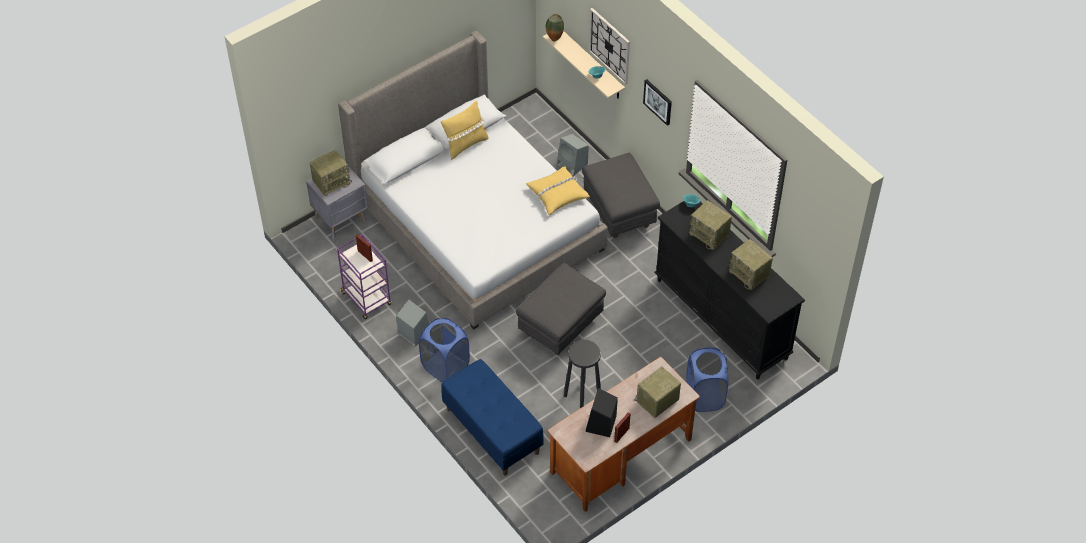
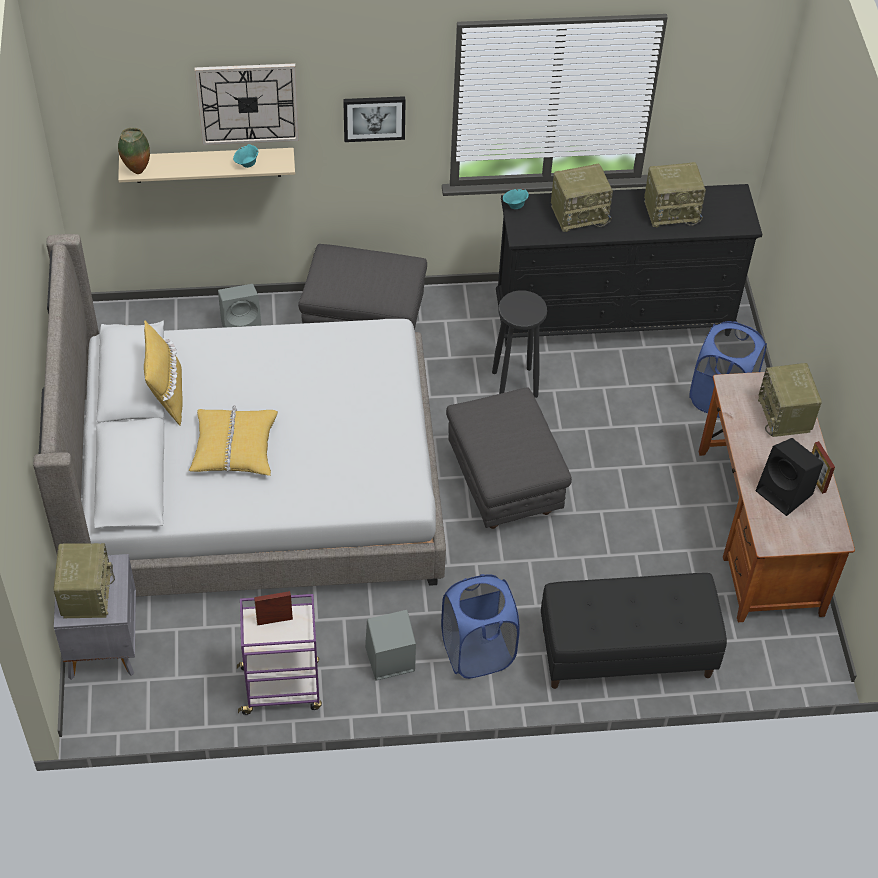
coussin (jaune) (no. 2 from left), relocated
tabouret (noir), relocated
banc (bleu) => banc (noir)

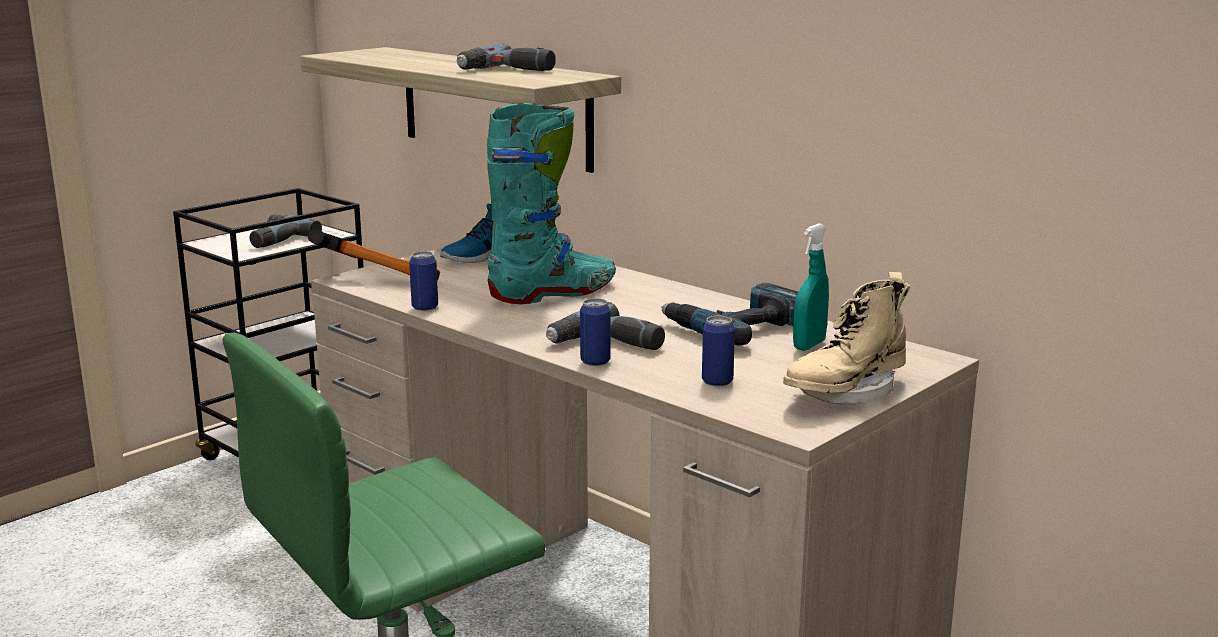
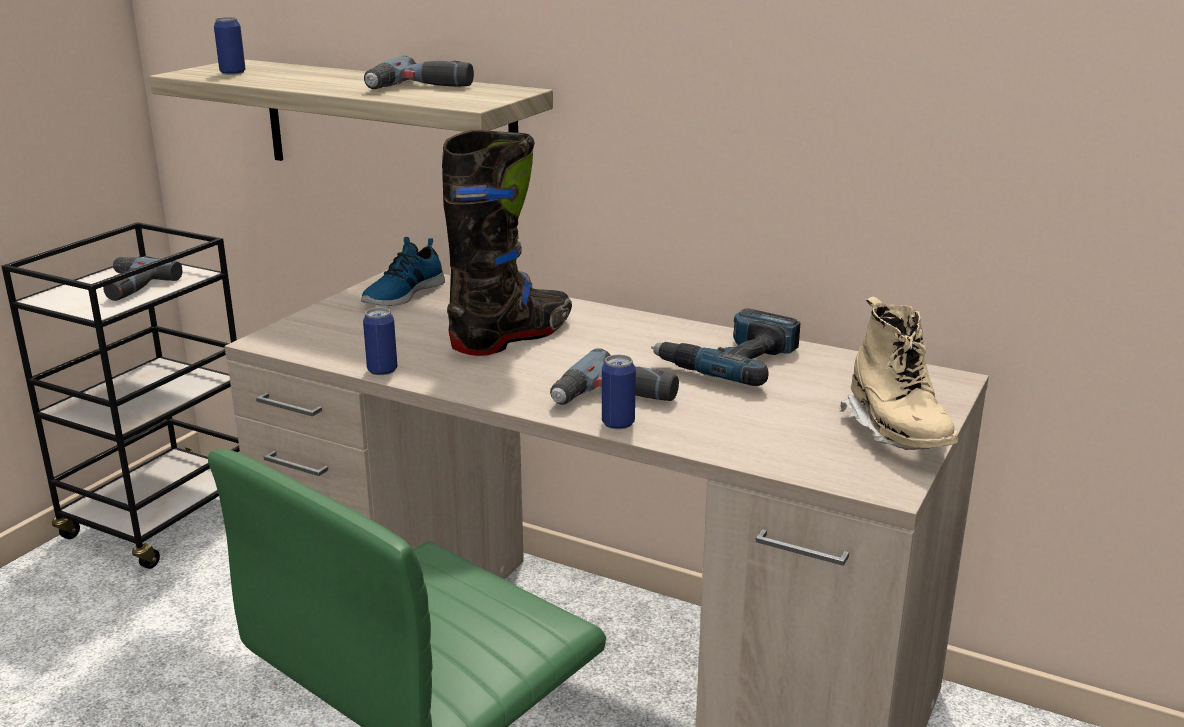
boîte métallique (no. 3 from left in the first image) => boîte métallique (no. 1 from left), relocated
botte (turquoise) => botte (noir)
botte (beige), 45 degrees counterclockwise
marteau => nothing
vaporisateur (turquoise) => nothing

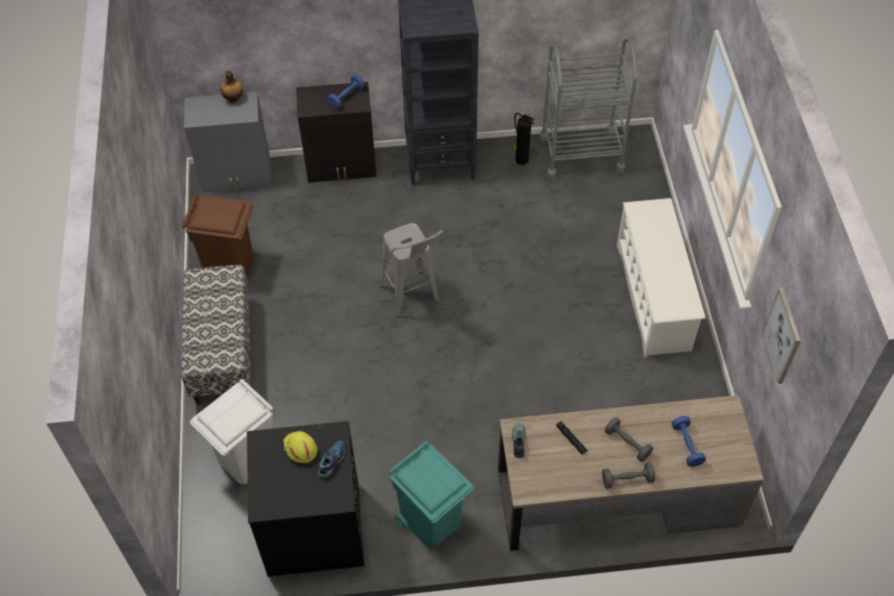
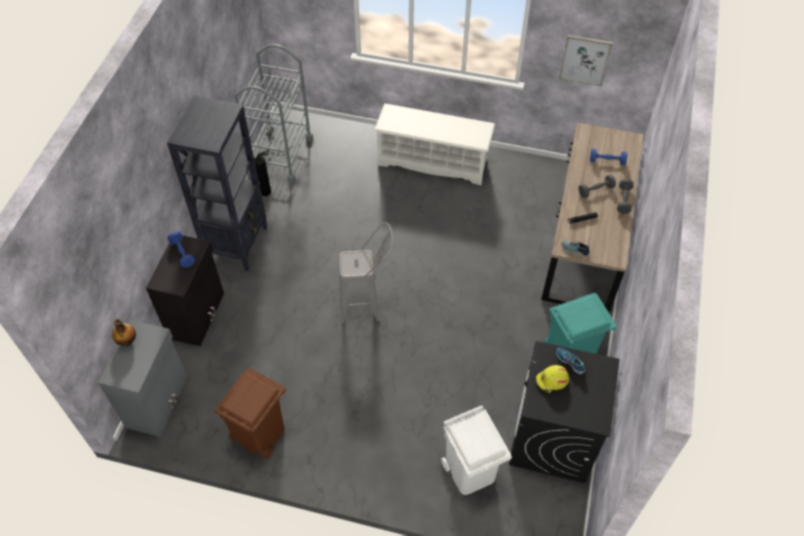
banc => nothing

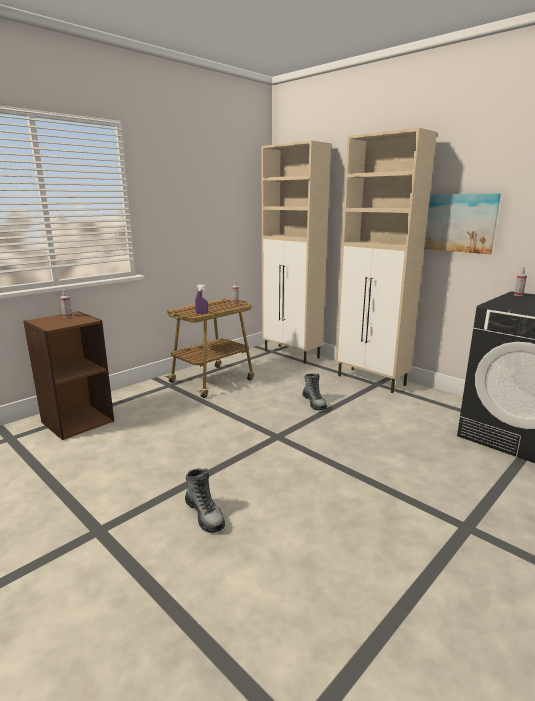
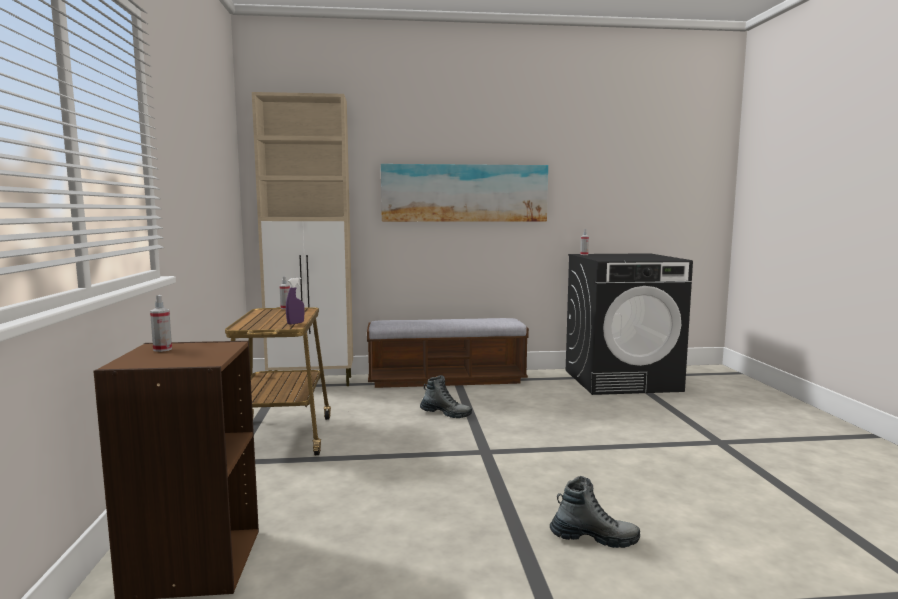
meuble de rangement (beige) (no. 2 from left) => banc

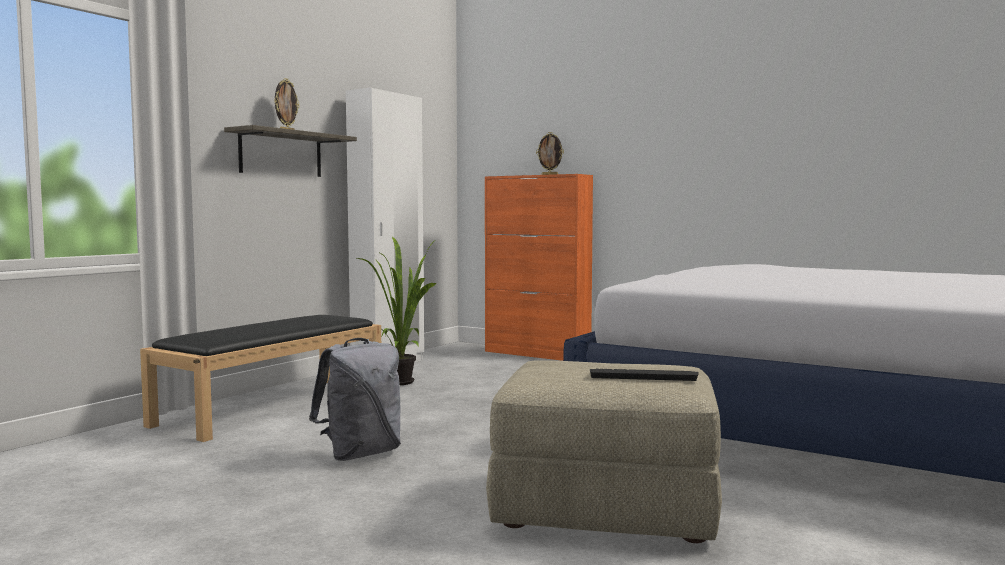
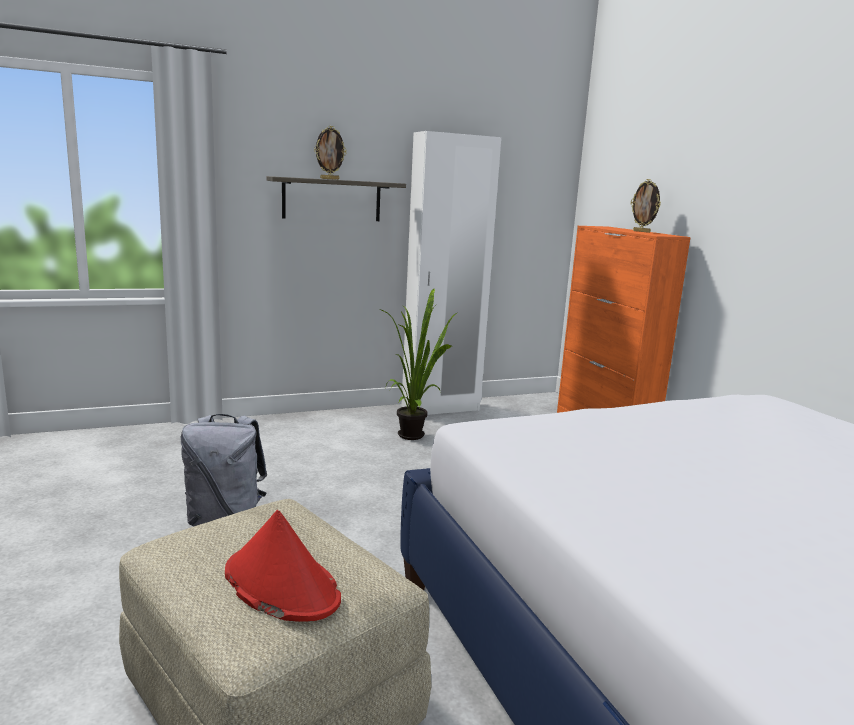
clavier => chapeau (rouge)
banc (noir) => nothing

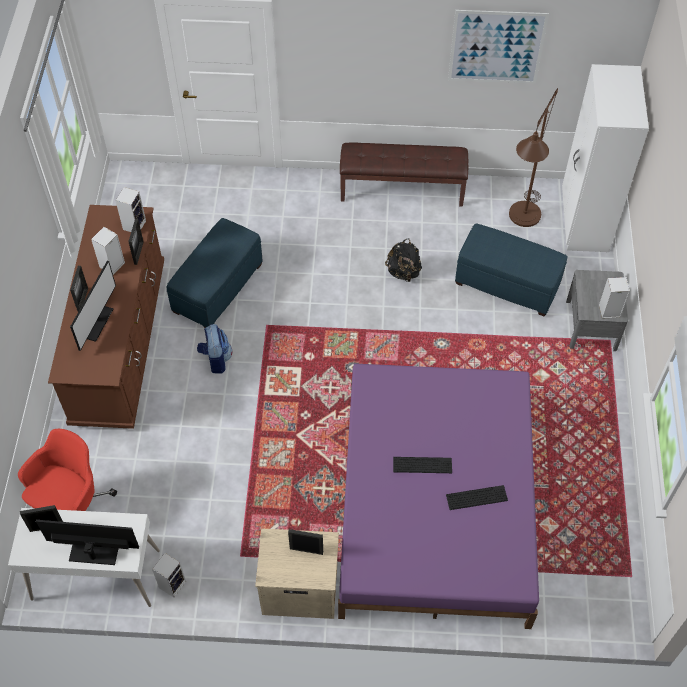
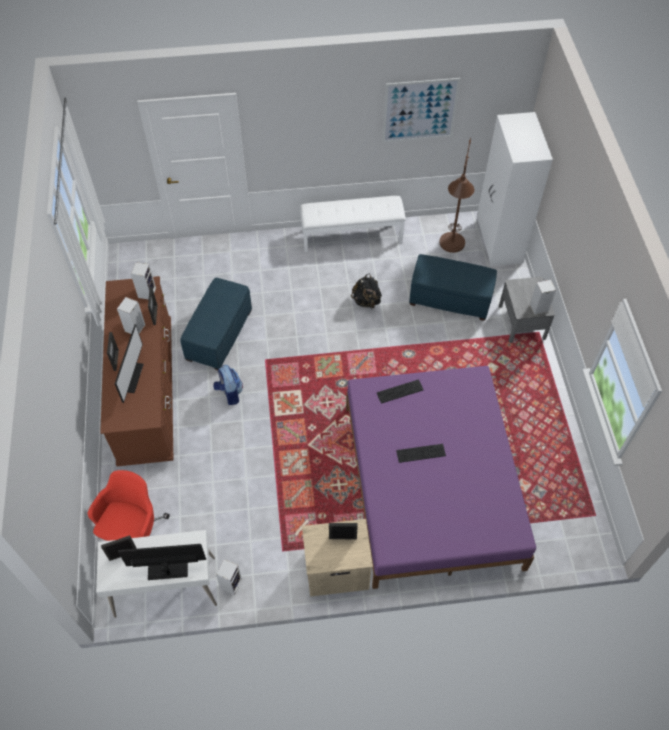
banc (marron) => banc (blanc)
clavier (no. 2 from left in the first image) => clavier (no. 1 from left), relocated

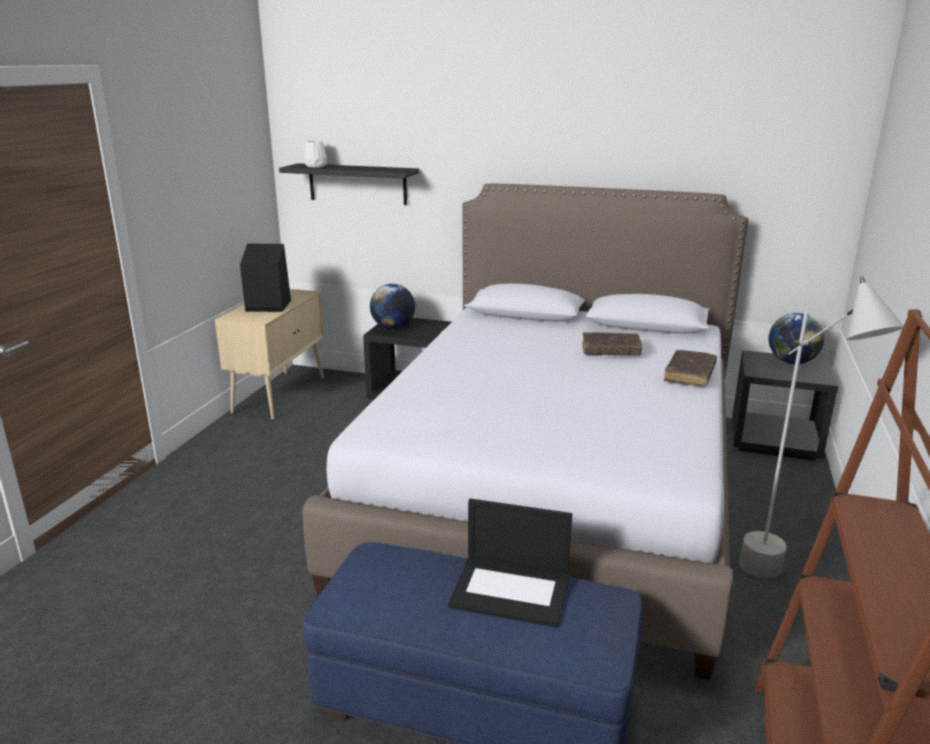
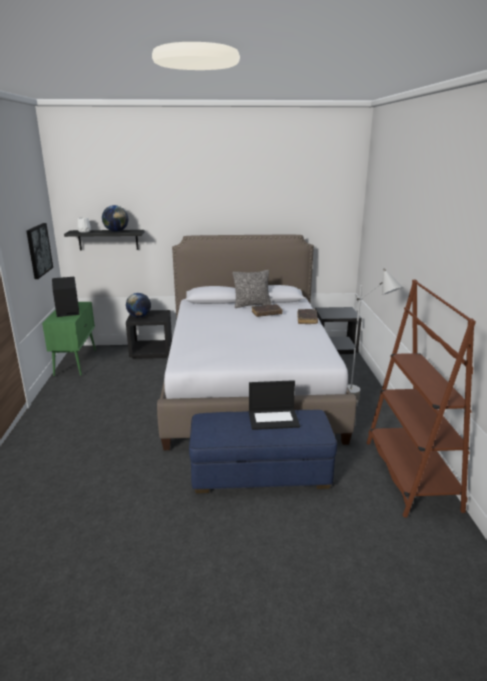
nothing => tableau
meuble de rangement (beige) => meuble de rangement (vert)
globe (no. 2 from left in the first image) => globe (no. 1 from left), relocated
nothing => coussin

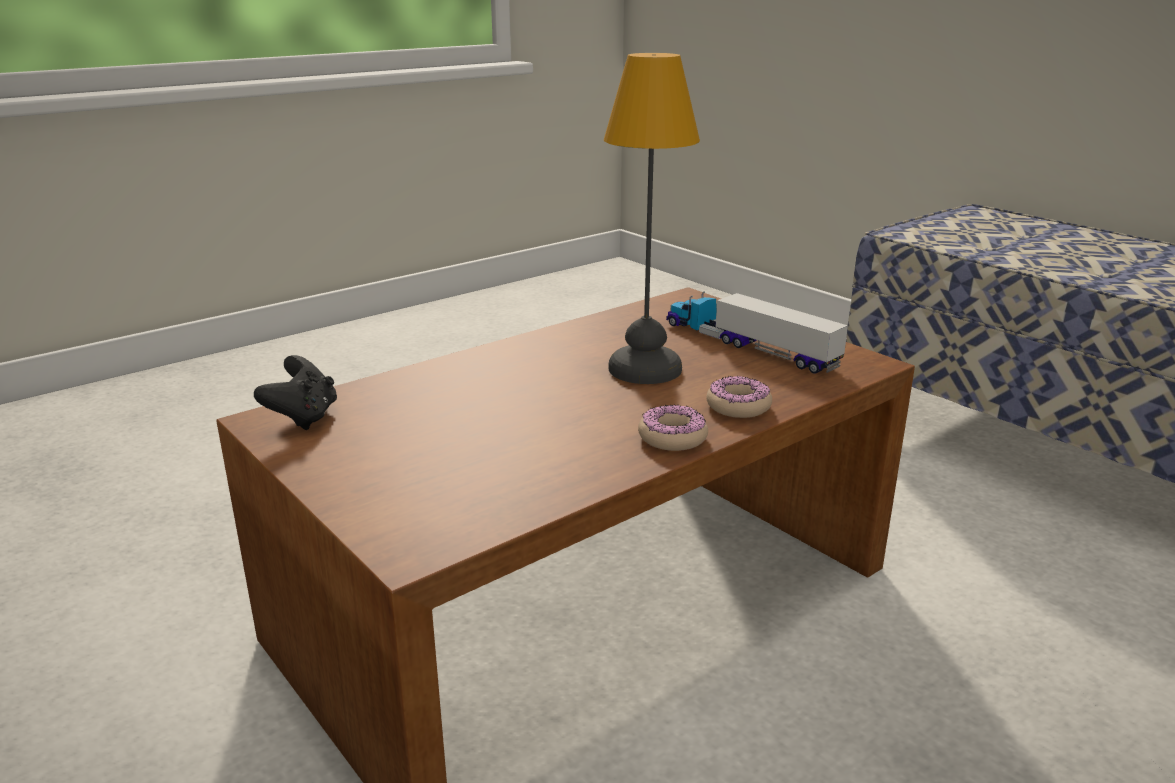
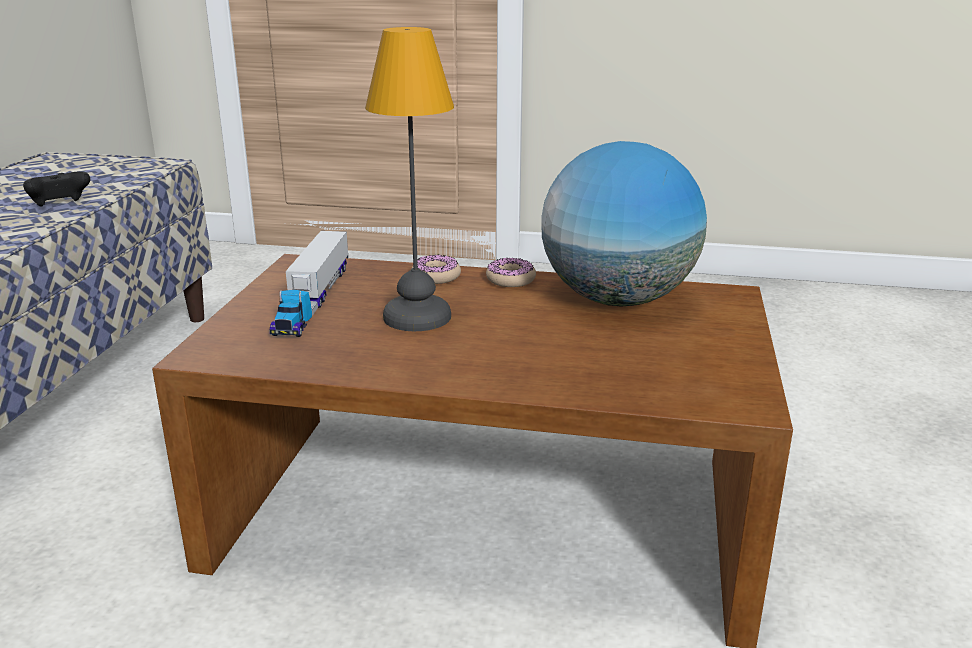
manette (noir), relocated
nothing => globe

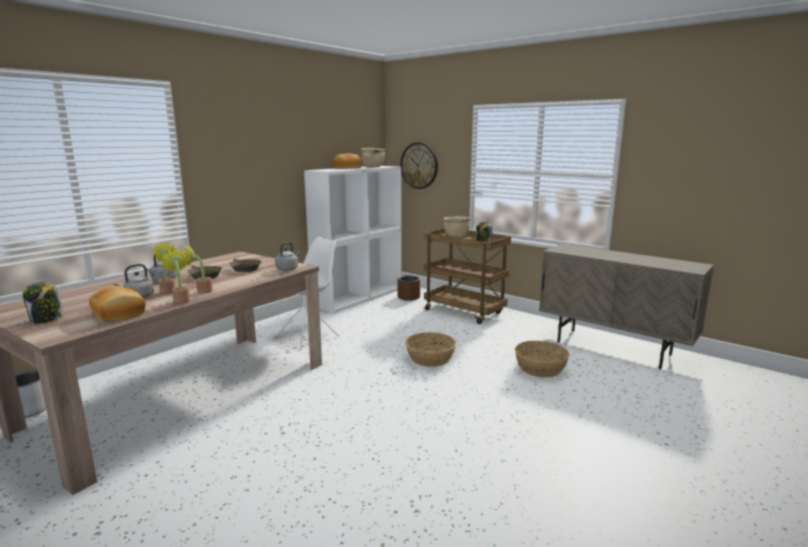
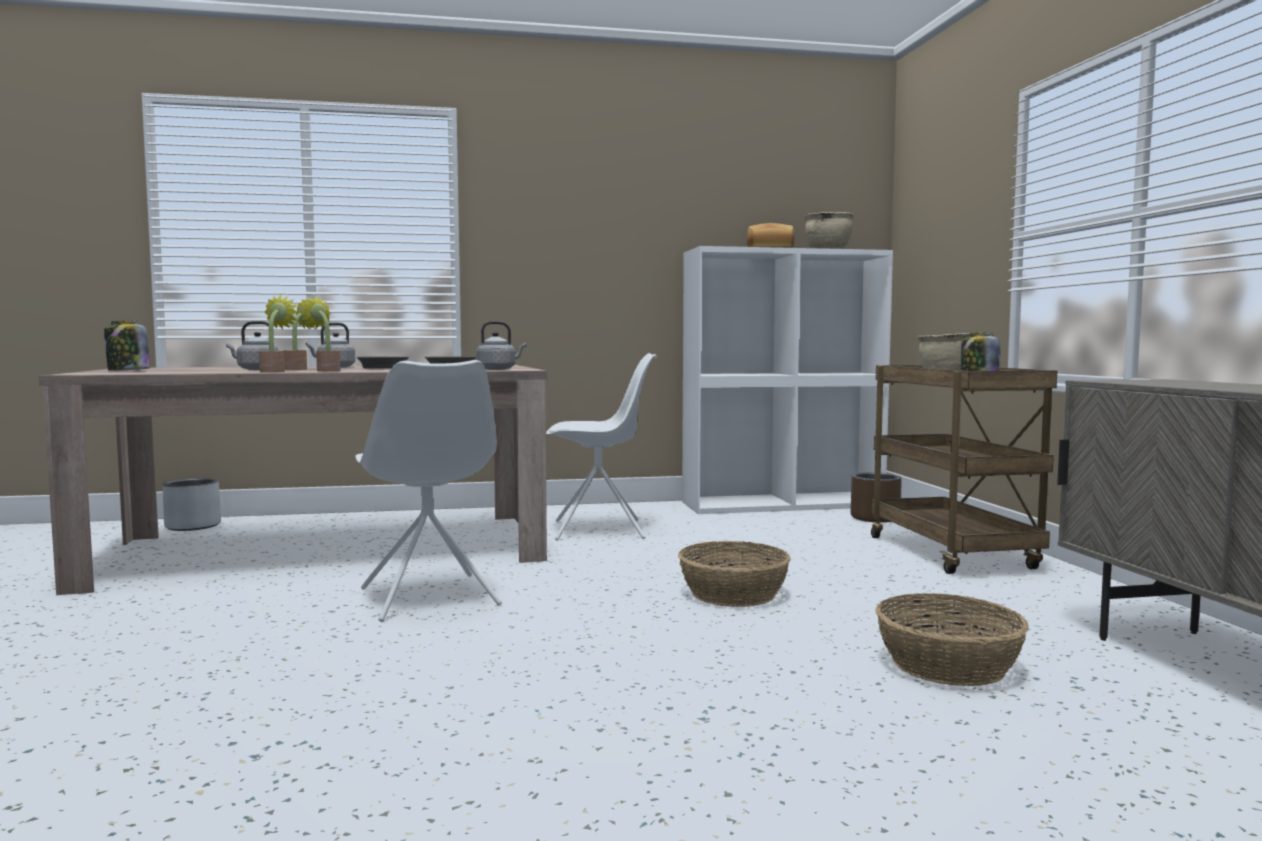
nothing => chaise (blanc) (no. 1 from left)
pain (no. 1 from left) => nothing
horloge murale => nothing

